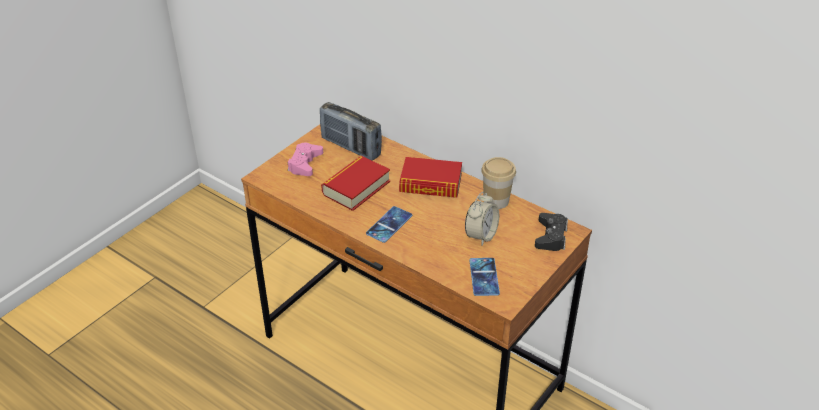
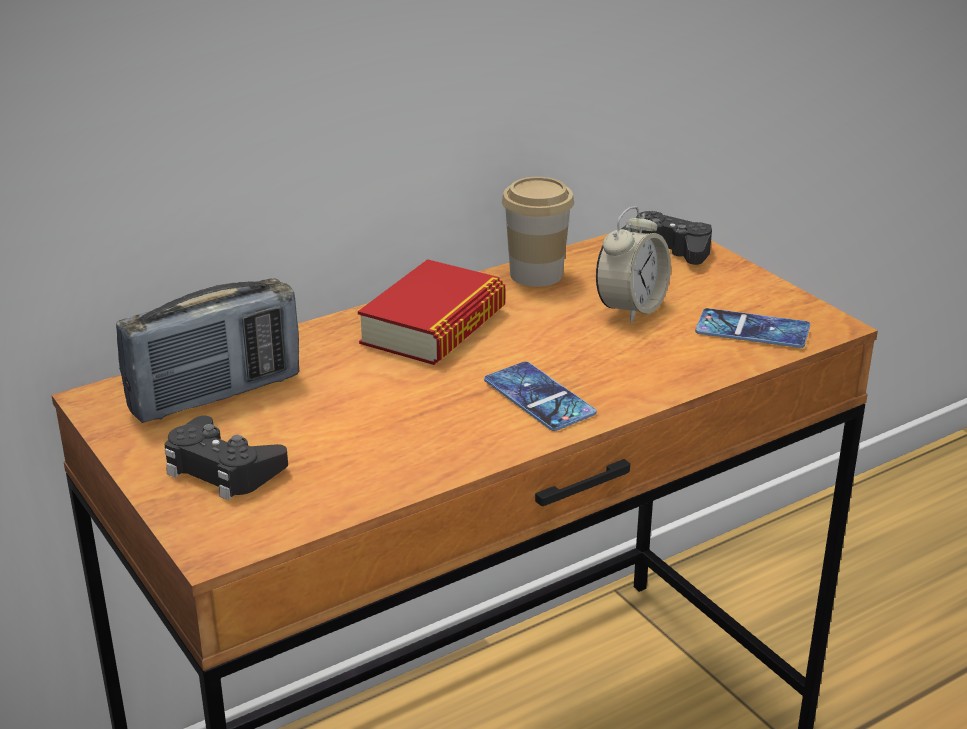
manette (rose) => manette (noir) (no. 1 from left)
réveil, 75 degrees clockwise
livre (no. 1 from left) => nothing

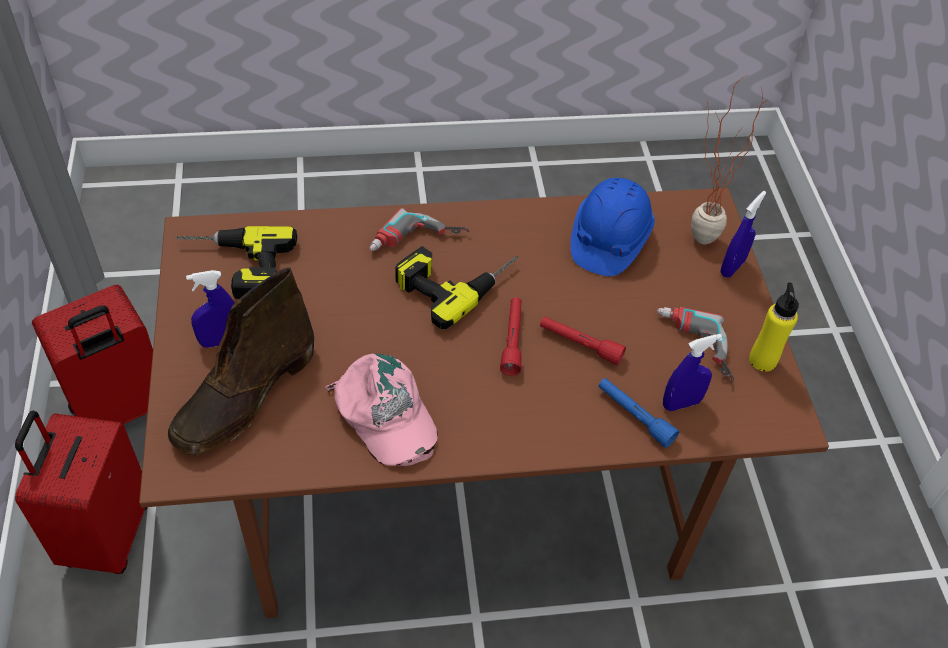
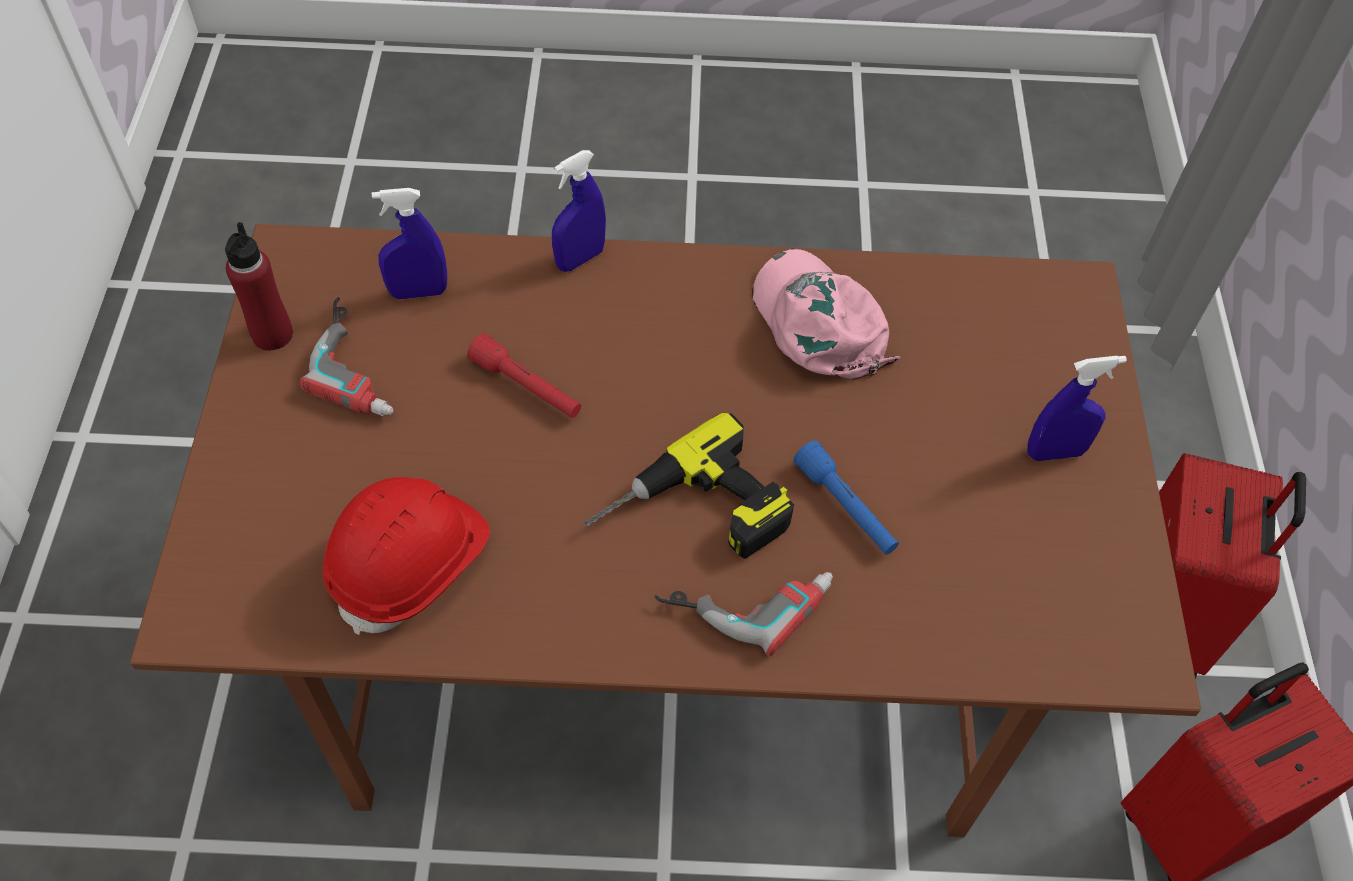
bouteille (jaune) => bouteille (rouge)
casque de chantier (bleu) => casque de chantier (rouge)
vaporisateur (bleu) (no. 3 from left in the first image) => vaporisateur (bleu) (no. 2 from left), relocated
lampe de poche (bleu), relocated
botte (marron) => nothing
perceuse (no. 1 from left) => nothing
lampe de poche (rouge) (no. 1 from left) => nothing
plante en pot => nothing

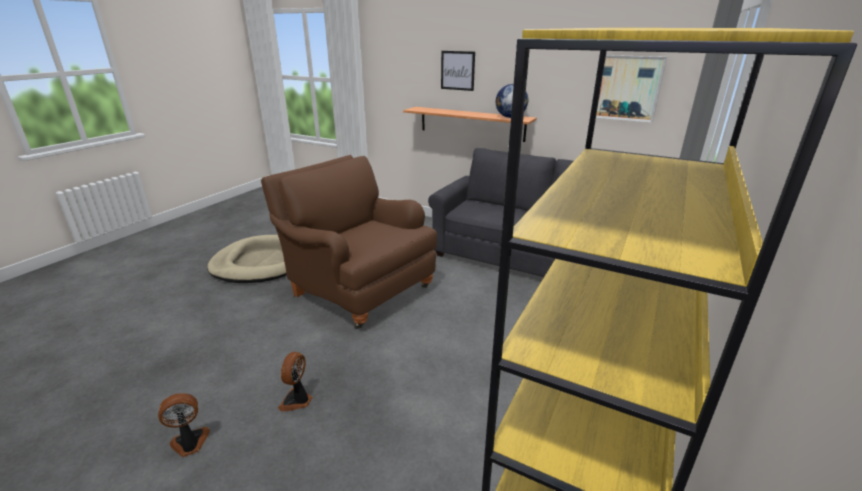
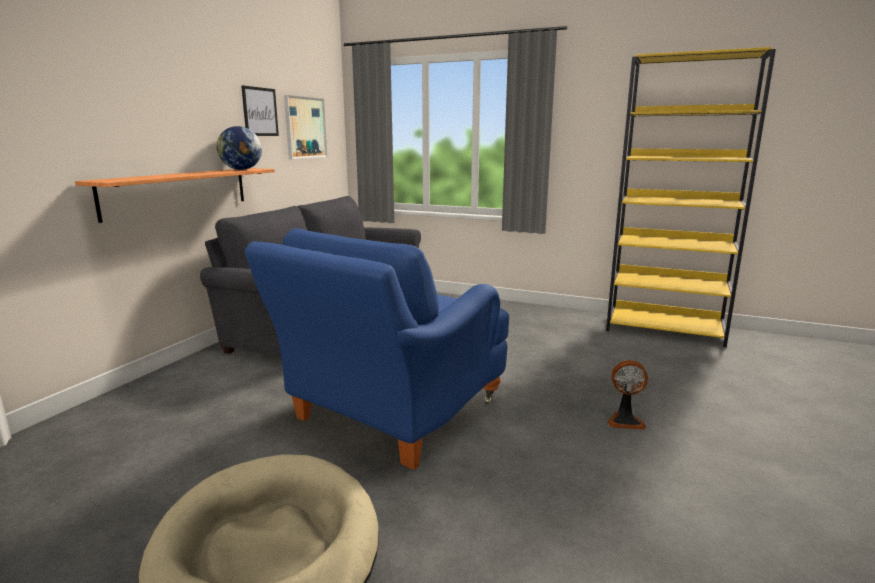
tableau (no. 1 from left), relocated
fauteuil (marron) => fauteuil (bleu)
ventilateur (no. 1 from left) => nothing

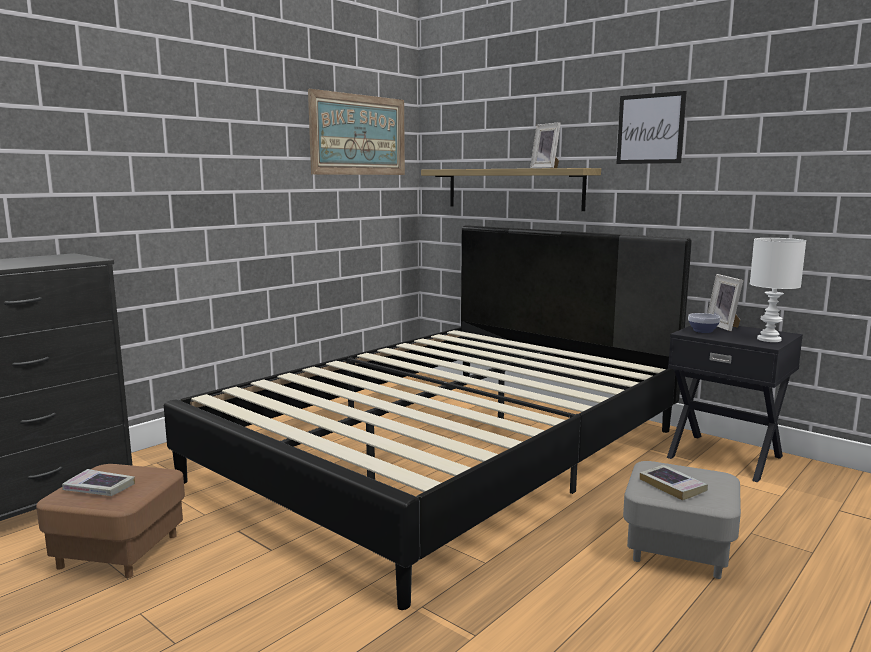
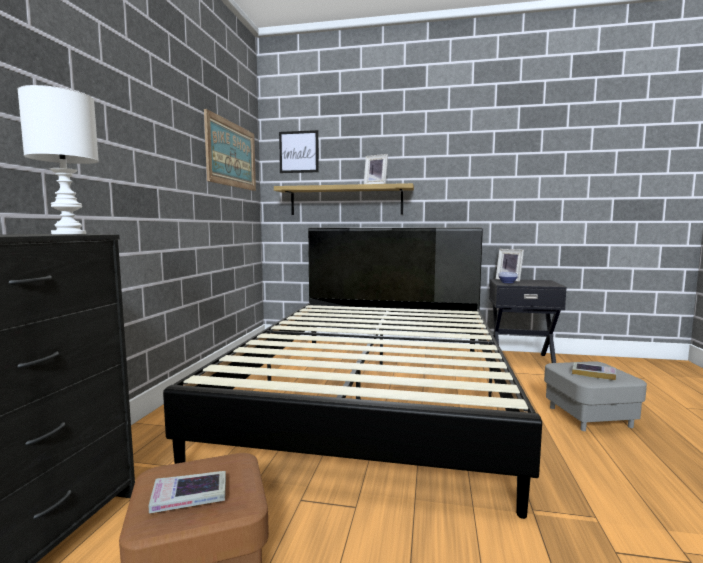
lampe de table (blanc), relocated
tableau (no. 2 from left), relocated

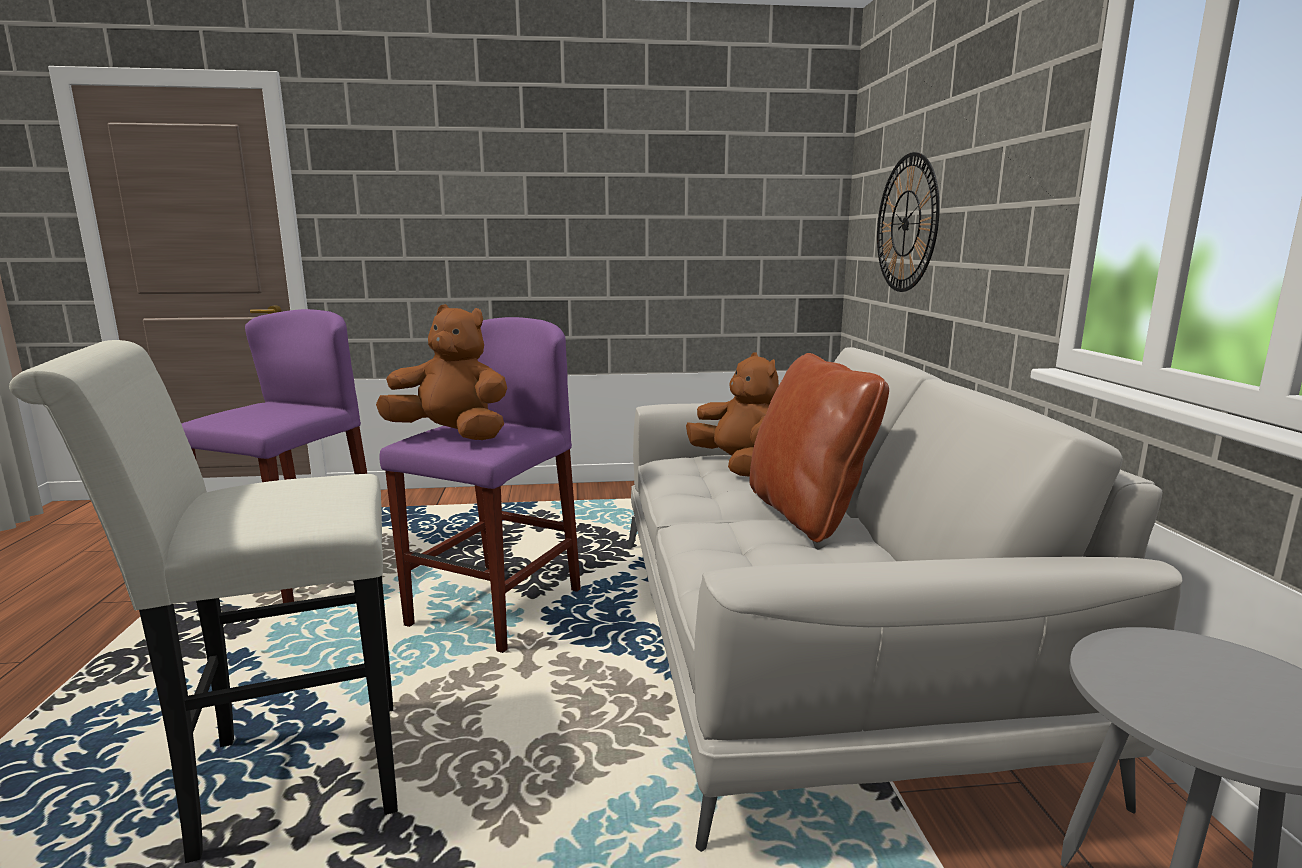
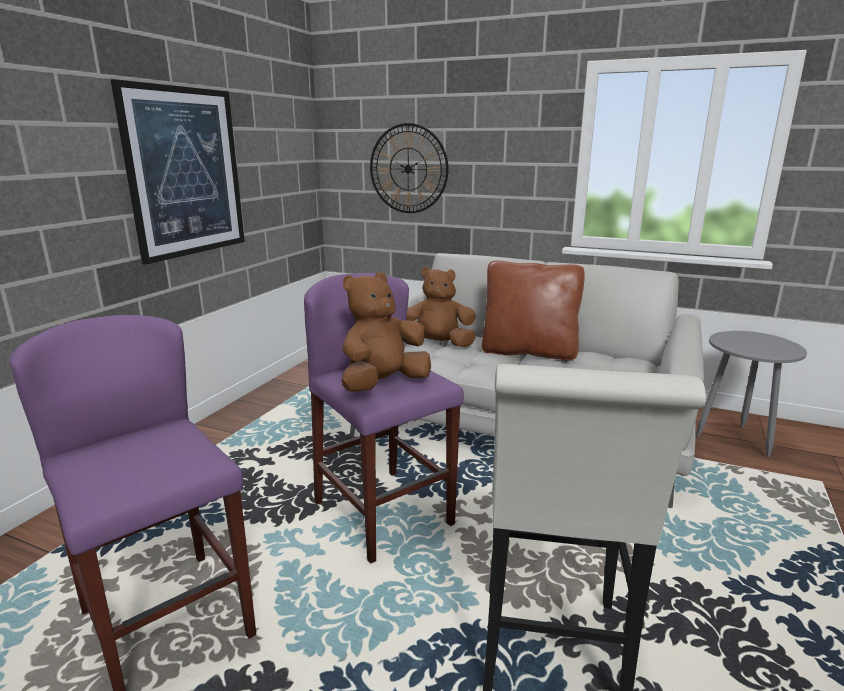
nothing => tableau

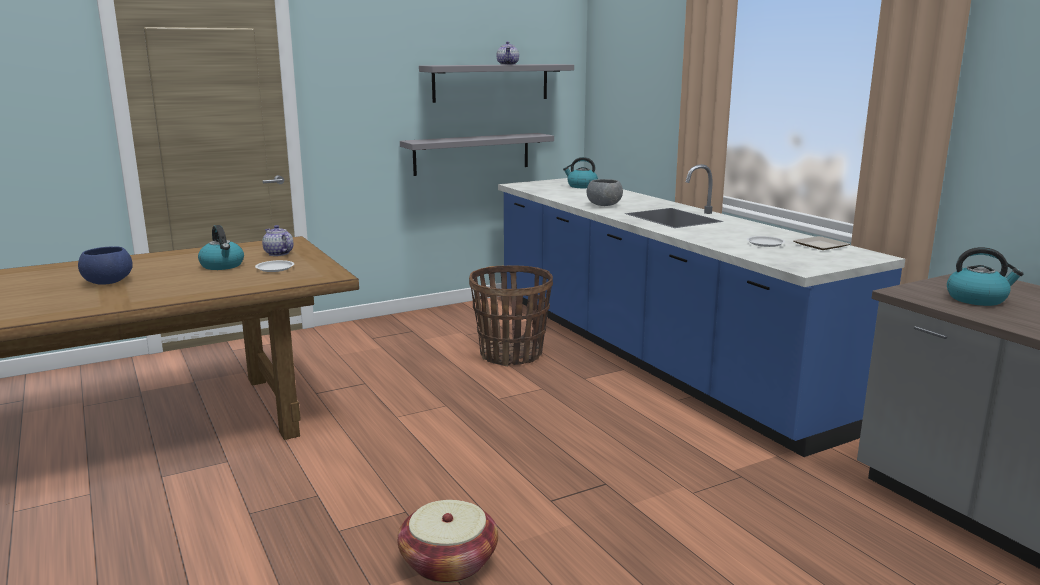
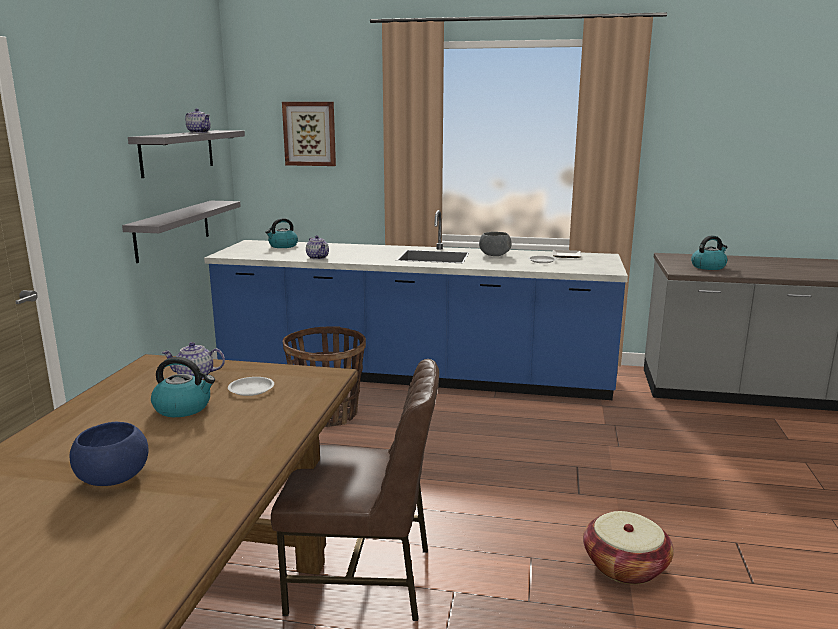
nothing => chaise (marron)
nothing => tableau
nothing => théière (no. 3 from left)
bol (gris), relocated

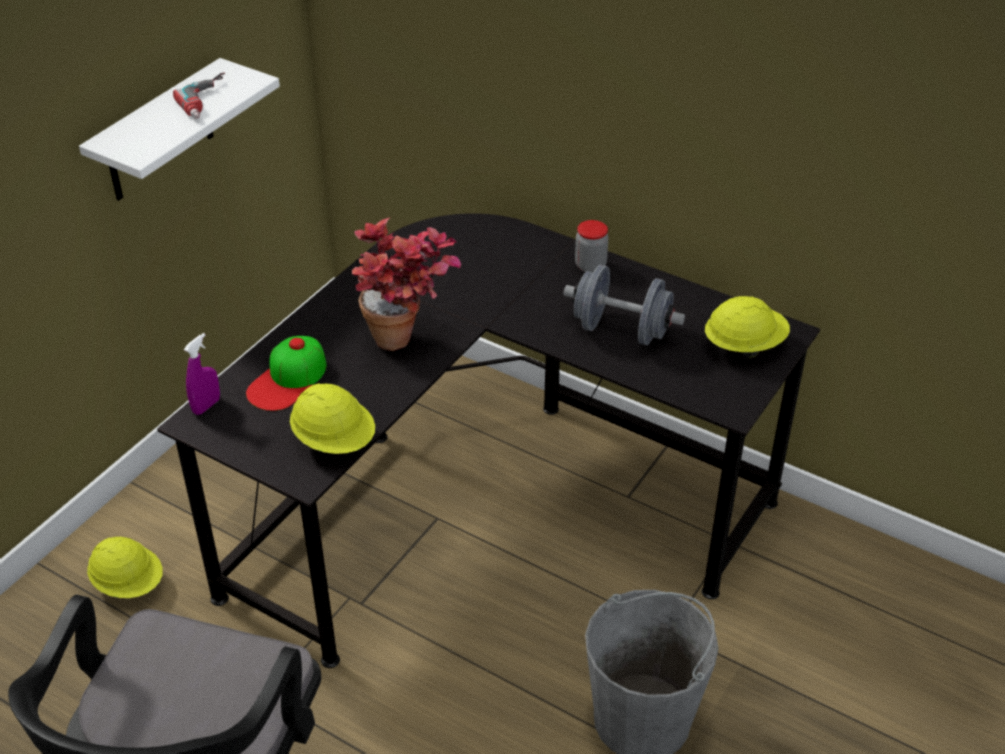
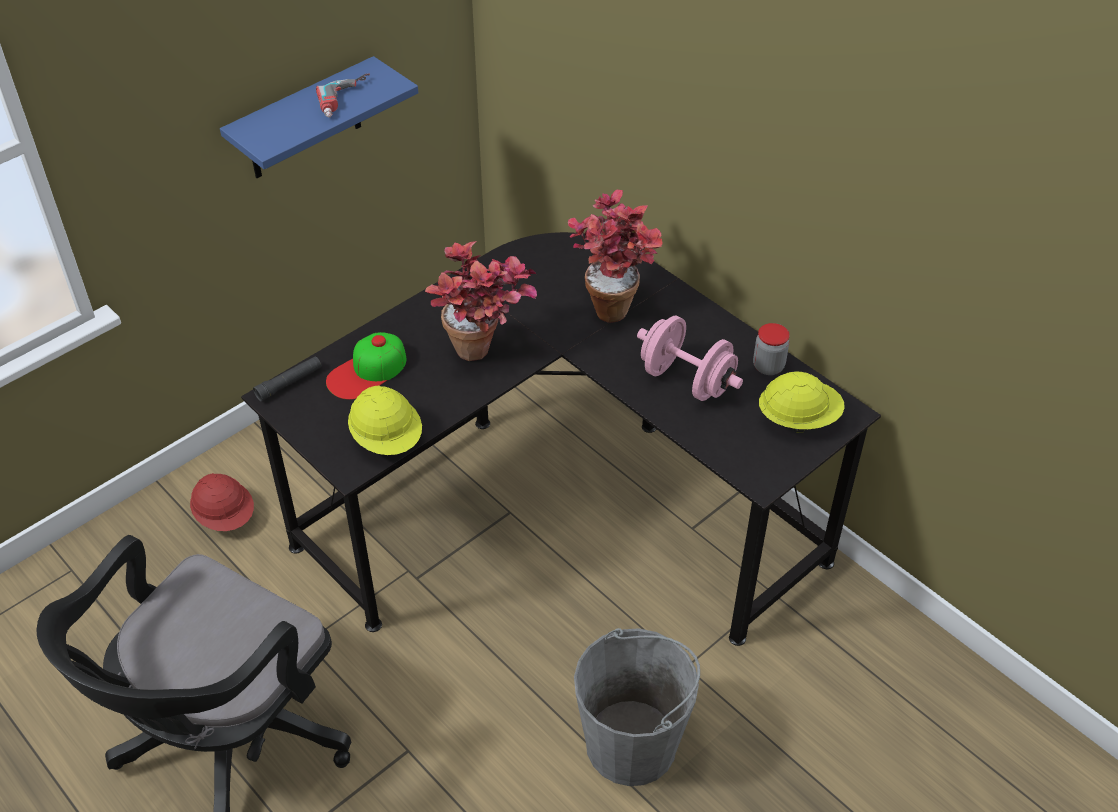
casque de chantier (jaune) (no. 1 from left) => casque de chantier (rouge)
étagère (blanc) => étagère (bleu)
vaporisateur (violet) => lampe de poche (noir)
nothing => plante en pot (no. 2 from left)
haltère (gris) => haltère (rose)
bocal, relocated

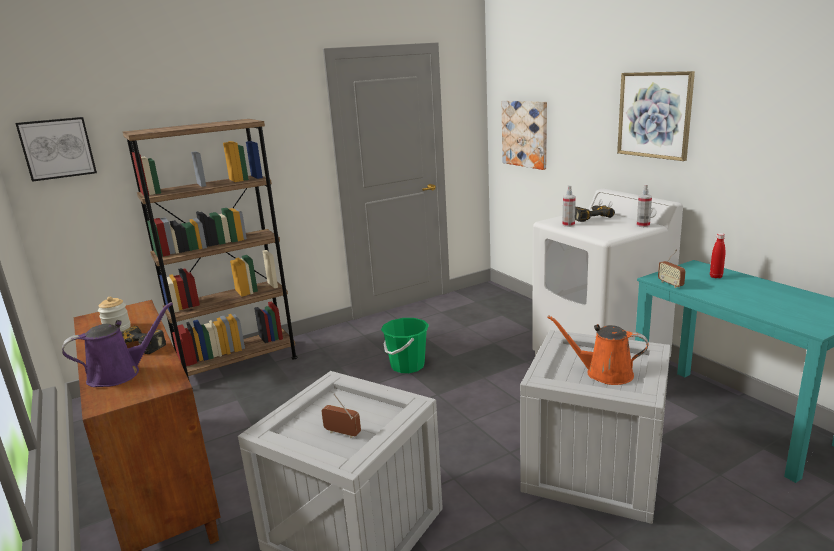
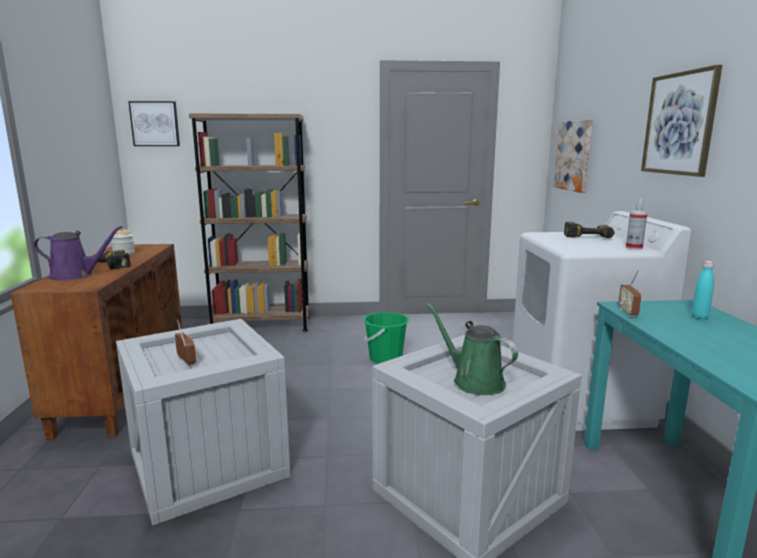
arrosoir (orange) => arrosoir (vert)
bouteille (rouge) => bouteille (turquoise)
vaporisateur (no. 1 from left) => nothing

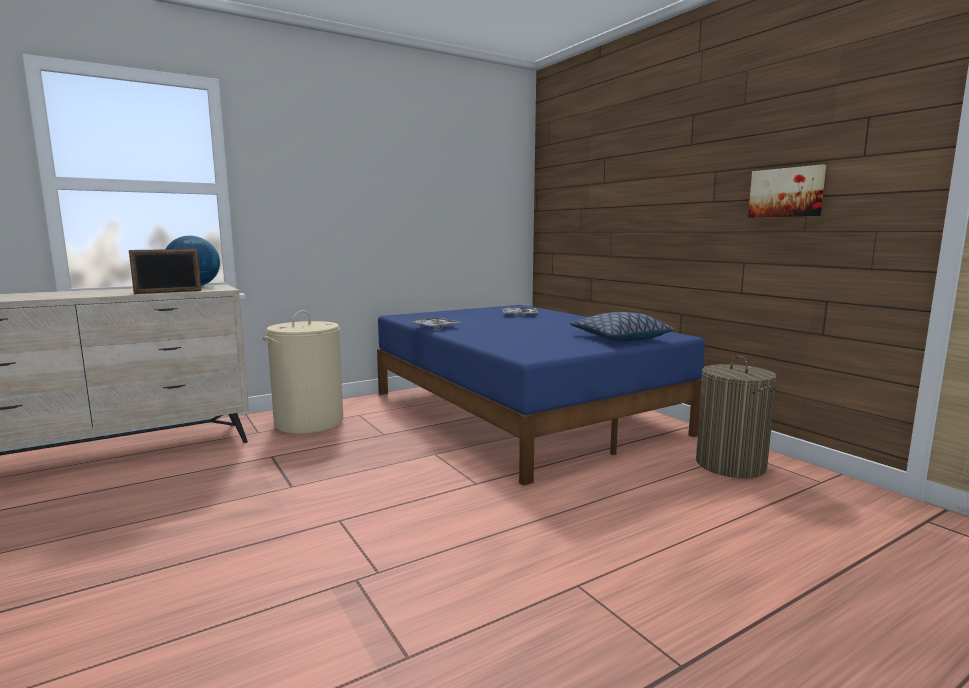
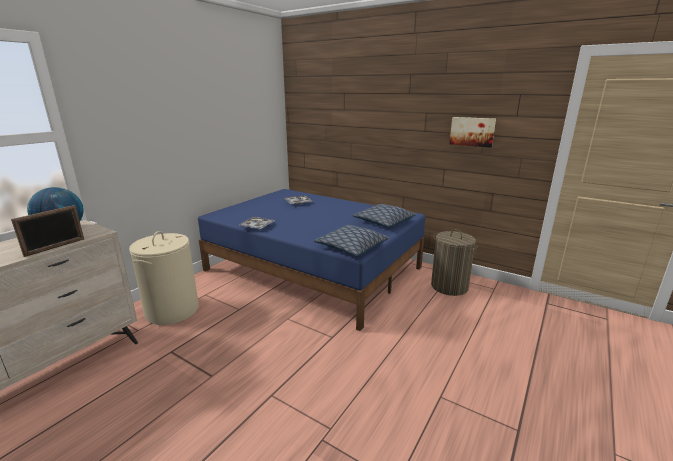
nothing => coussin (no. 1 from left)

